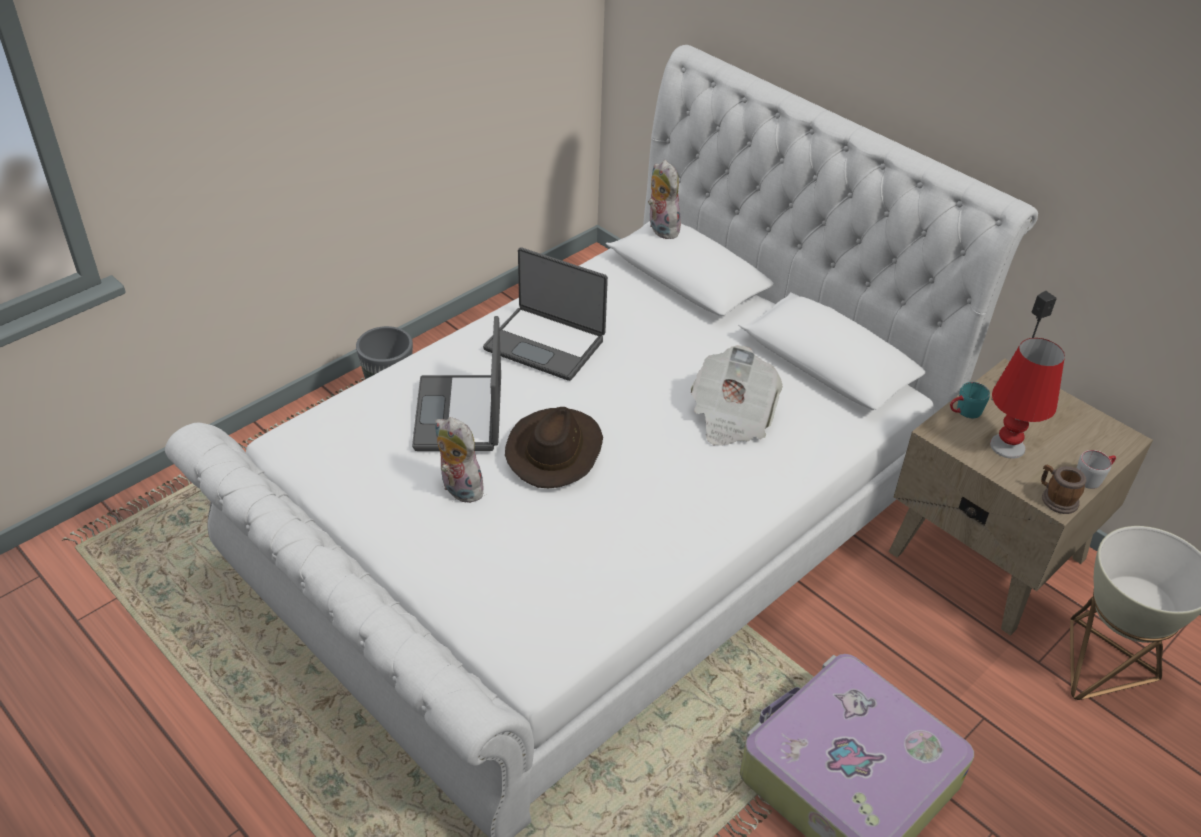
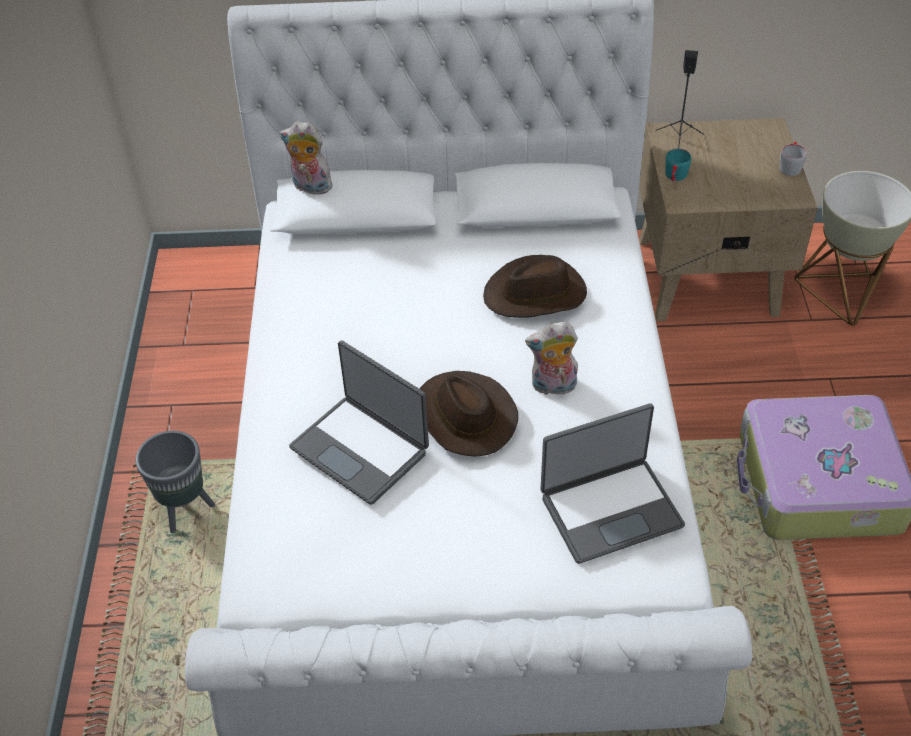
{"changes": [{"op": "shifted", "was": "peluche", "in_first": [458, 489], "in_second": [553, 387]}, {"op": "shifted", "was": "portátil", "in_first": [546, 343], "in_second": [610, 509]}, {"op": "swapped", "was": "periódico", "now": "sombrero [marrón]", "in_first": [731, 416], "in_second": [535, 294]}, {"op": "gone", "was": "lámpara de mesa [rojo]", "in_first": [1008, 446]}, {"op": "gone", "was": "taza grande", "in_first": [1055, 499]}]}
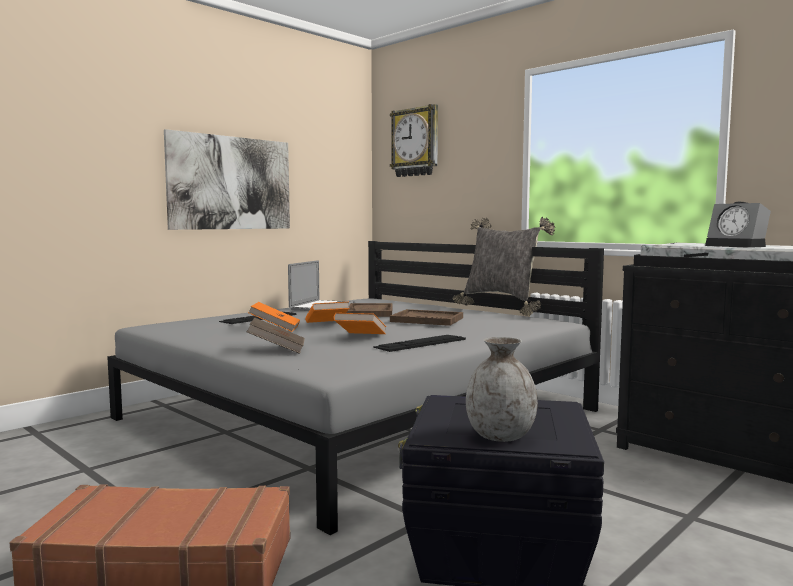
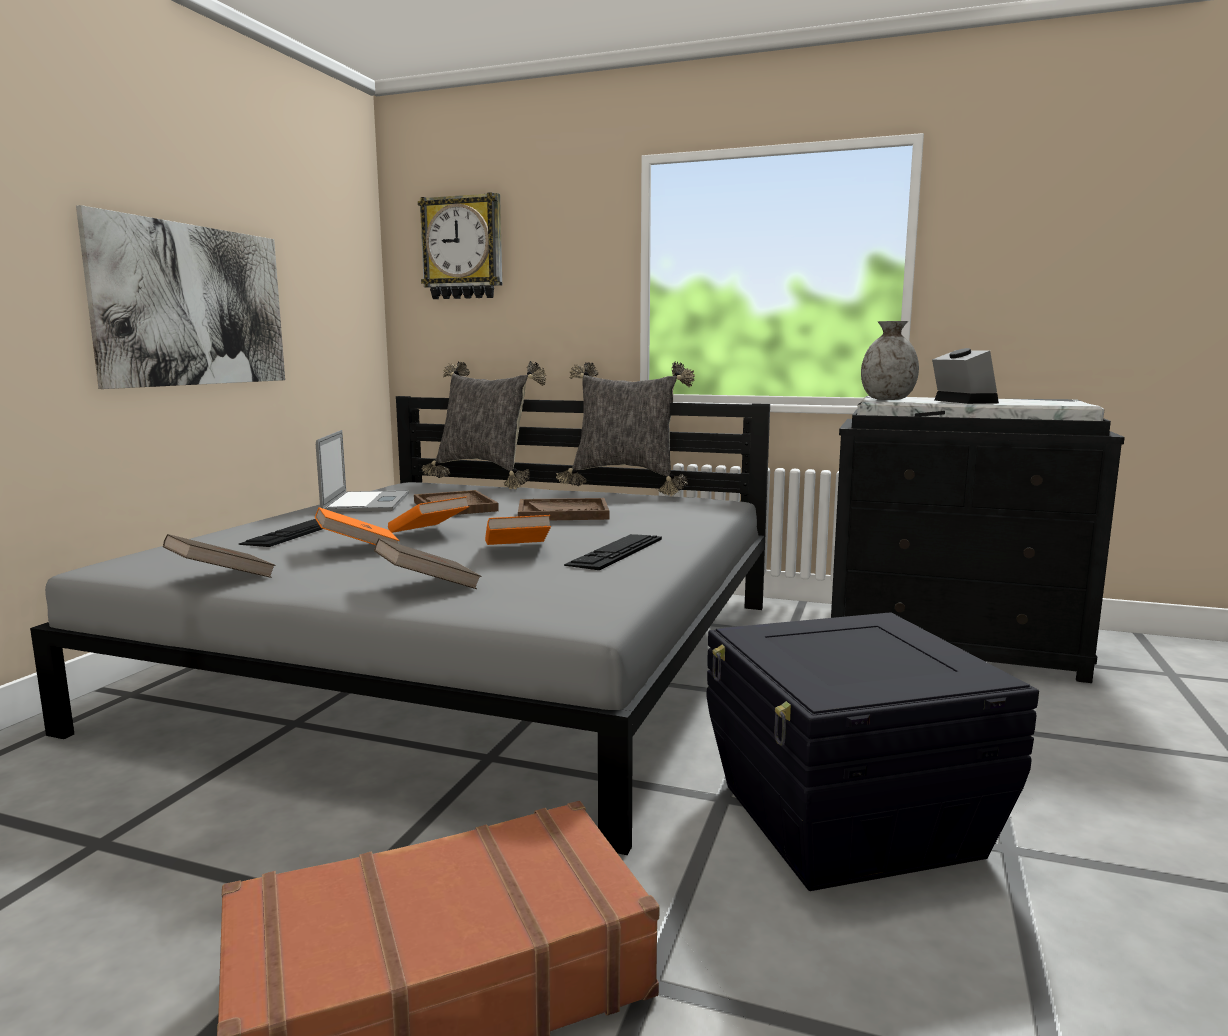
{"changes": [{"op": "shifted", "was": "florero [gris]", "in_first": [501, 436], "in_second": [887, 399]}, {"op": "rotated", "was": "despertador", "in_first": [738, 246], "in_second": [961, 401], "clockwise": -135}, {"op": "new", "now": "libro [marrón]", "in_second": [221, 578]}, {"op": "new", "now": "cojín", "in_second": [487, 483]}]}
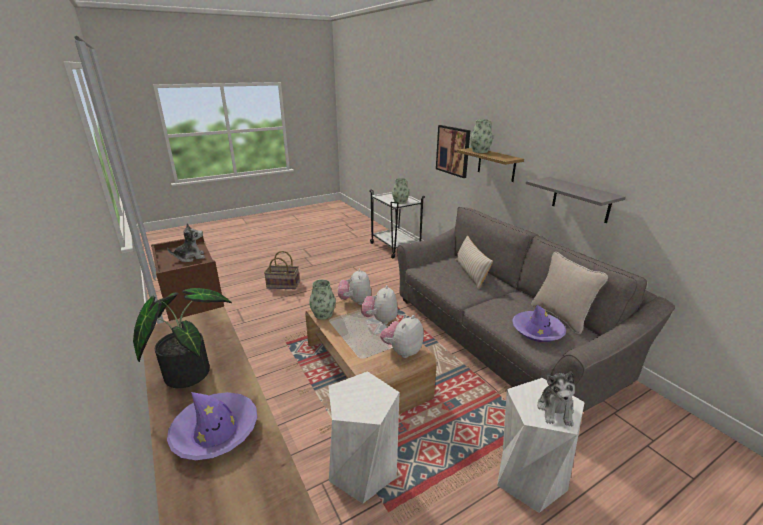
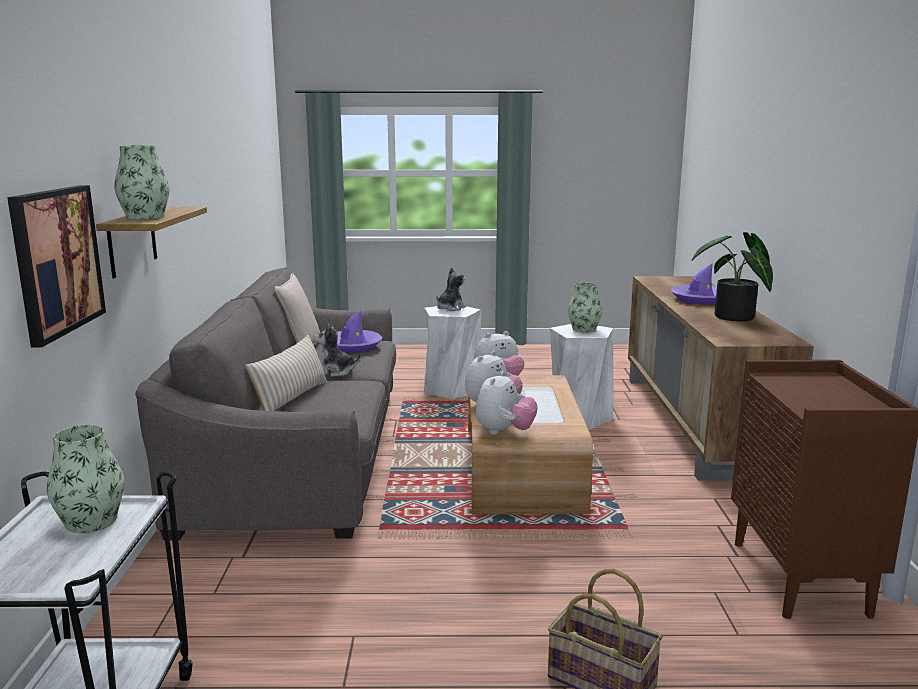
{"changes": [{"op": "shifted", "was": "peluche", "in_first": [190, 257], "in_second": [336, 372]}, {"op": "shifted", "was": "florero", "in_first": [323, 314], "in_second": [584, 329]}, {"op": "gone", "was": "estante [gris]", "in_first": [581, 200]}]}
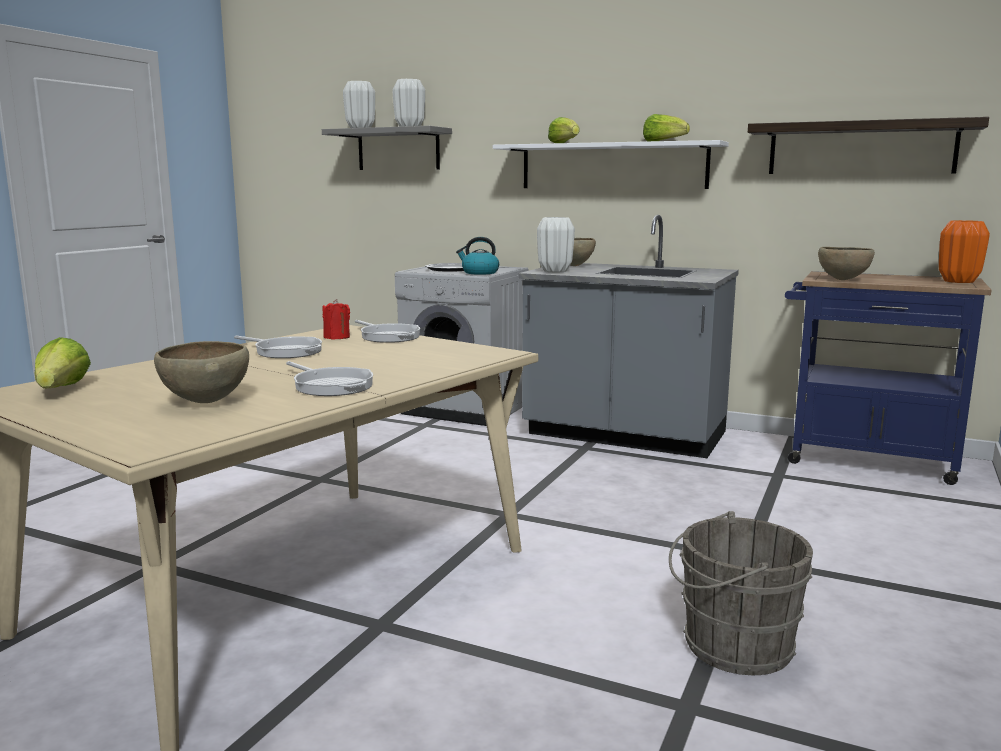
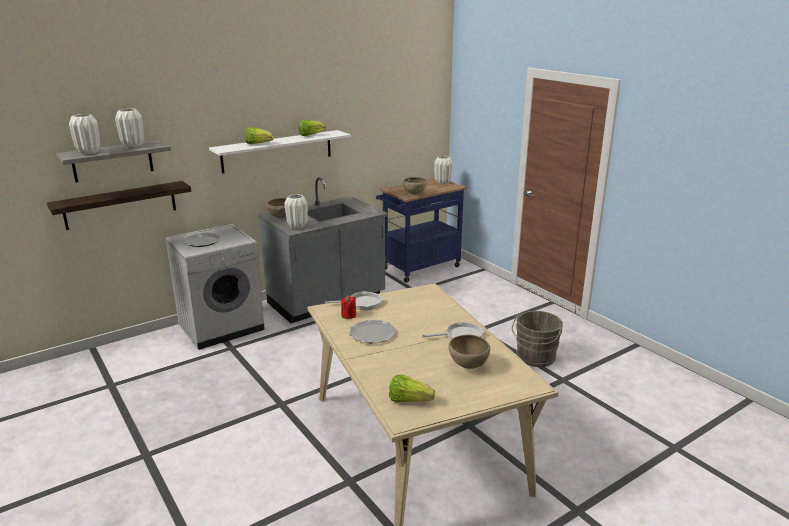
{"changes": [{"op": "swapped", "was": "sartén", "now": "plato", "in_first": [285, 351], "in_second": [372, 333]}, {"op": "gone", "was": "hervidor", "in_first": [479, 273]}, {"op": "shifted", "was": "estante", "in_first": [860, 148], "in_second": [120, 205]}, {"op": "repainted", "was": "florero [naranja]", "now": "florero [blanco]", "in_first": [959, 281], "in_second": [443, 182]}]}
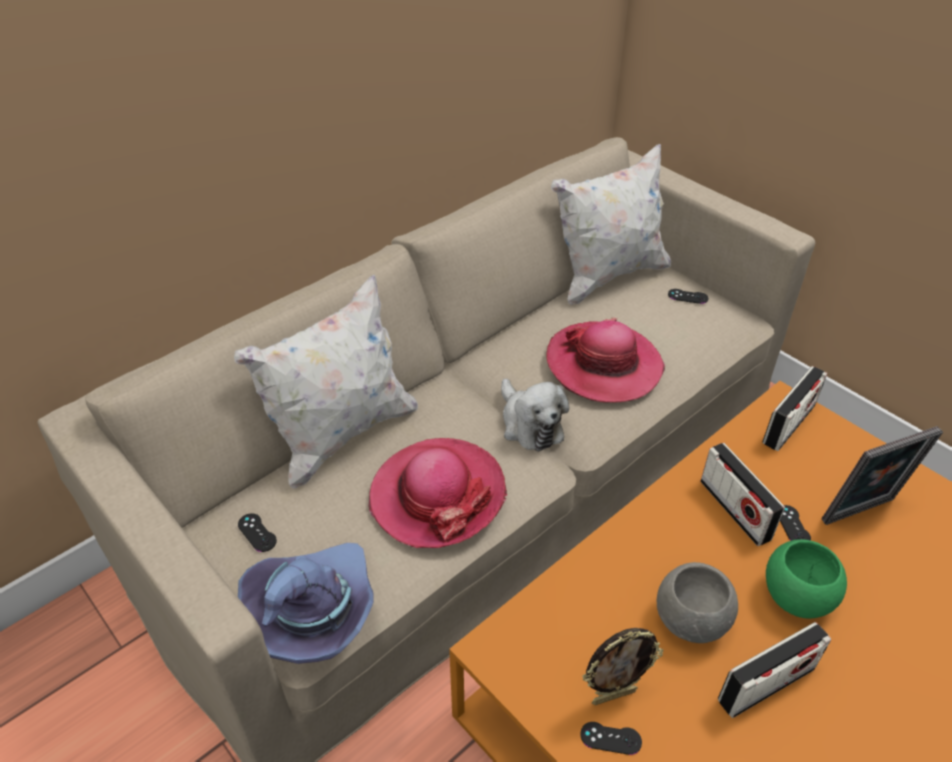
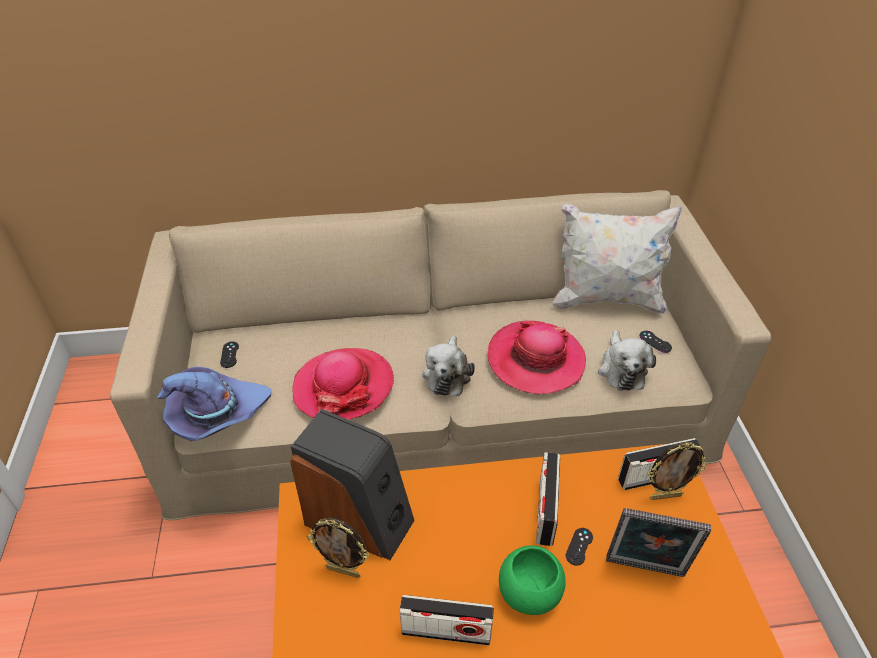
{"changes": [{"op": "gone", "was": "cojín [blanco]", "in_first": [342, 435]}, {"op": "gone", "was": "mando de consola [negro]", "in_first": [610, 738]}, {"op": "gone", "was": "cuenco [gris]", "in_first": [692, 619]}, {"op": "new", "now": "altavoz", "in_second": [360, 519]}, {"op": "new", "now": "peluche", "in_second": [622, 369]}, {"op": "new", "now": "portarretratos", "in_second": [665, 496]}]}
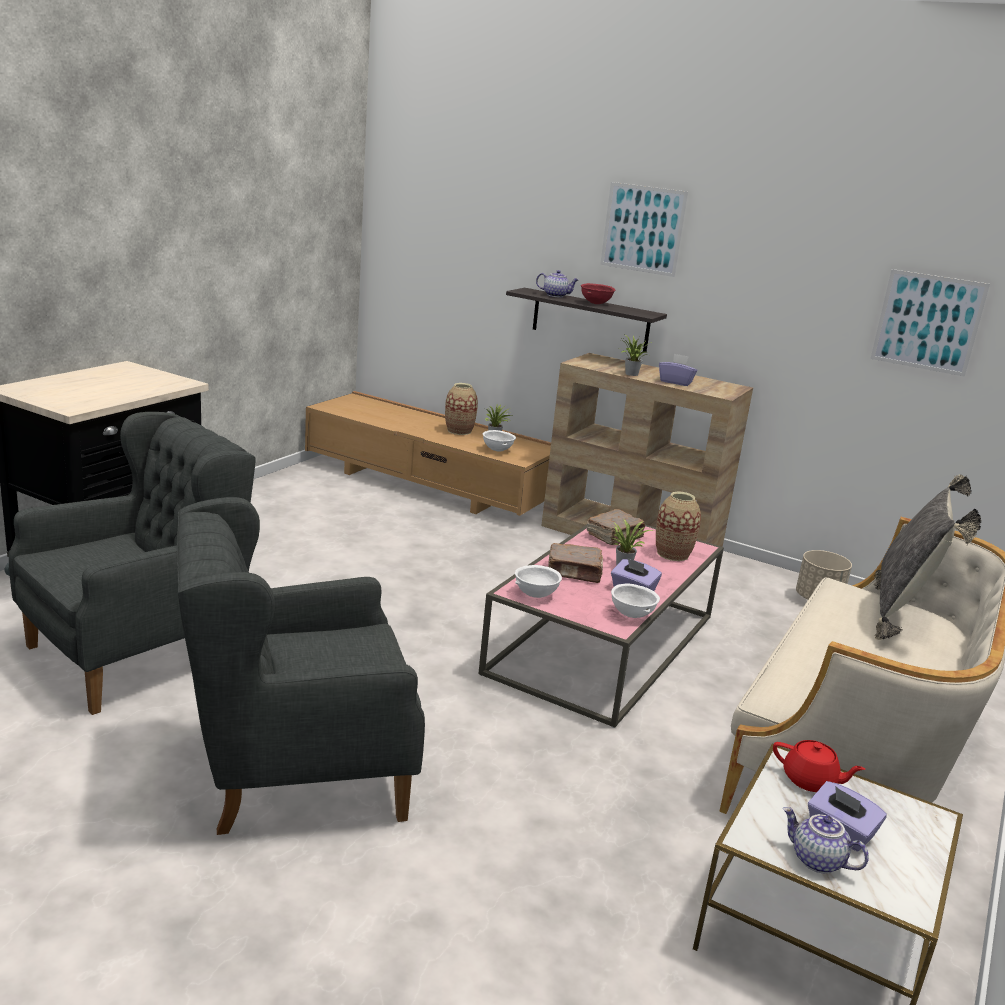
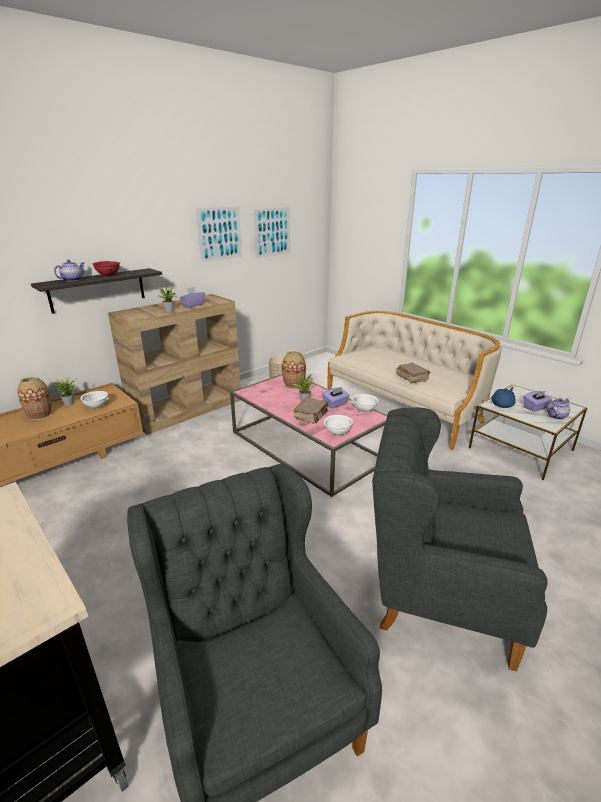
{"changes": [{"op": "rotated", "was": "sillón [gris]", "in_first": [298, 773], "in_second": [440, 598], "clockwise": 105}, {"op": "shifted", "was": "libro [marrón]", "in_first": [615, 537], "in_second": [411, 378]}, {"op": "shifted", "was": "cuadro", "in_first": [643, 229], "in_second": [219, 233]}, {"op": "repainted", "was": "tetera [rojo]", "now": "tetera [azul]", "in_first": [810, 781], "in_second": [502, 404]}, {"op": "gone", "was": "cojín", "in_first": [905, 621]}]}
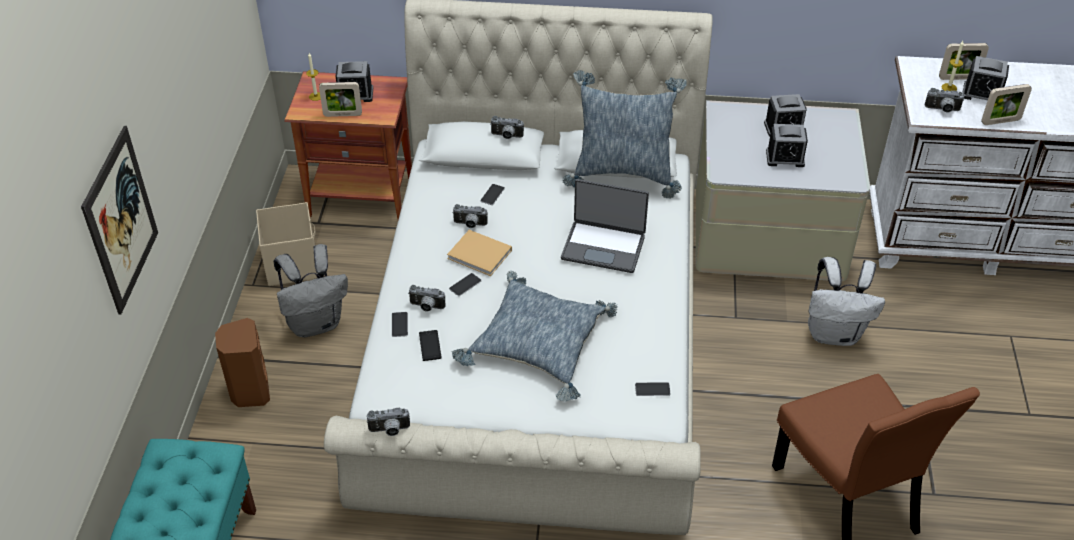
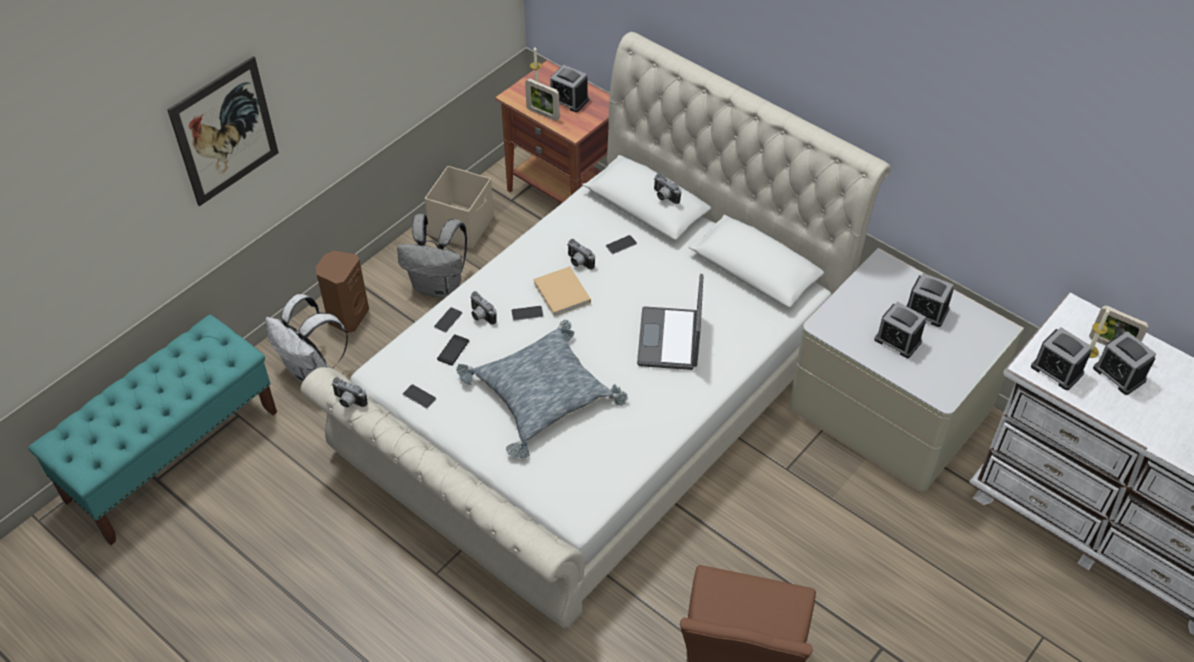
{"changes": [{"op": "rotated", "was": "portátil", "in_first": [603, 246], "in_second": [670, 339], "clockwise": 45}, {"op": "gone", "was": "cojín", "in_first": [622, 180]}, {"op": "shifted", "was": "móvil", "in_first": [652, 389], "in_second": [419, 396]}, {"op": "shifted", "was": "mochila [blanco]", "in_first": [835, 333], "in_second": [312, 371]}, {"op": "swapped", "was": "cámara", "now": "despertador", "in_first": [942, 110], "in_second": [1056, 370]}, {"op": "gone", "was": "portarretratos", "in_first": [1000, 121]}]}
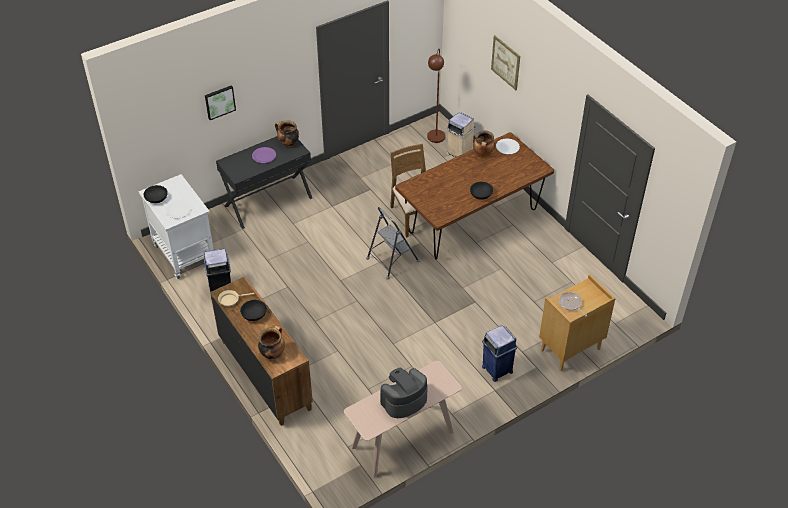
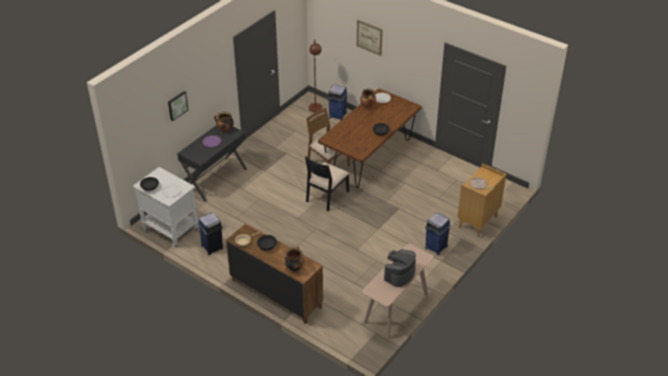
{"changes": [{"op": "swapped", "was": "escalera de tijera [gris]", "now": "silla [negro]", "in_first": [391, 260], "in_second": [326, 196]}, {"op": "repainted", "was": "papelera [beis]", "now": "papelera [azul]", "in_first": [459, 153], "in_second": [337, 115]}]}
